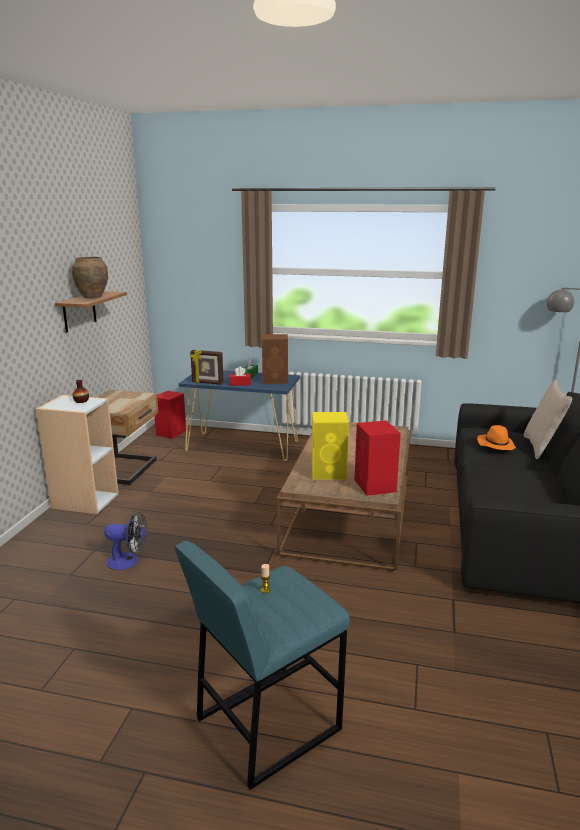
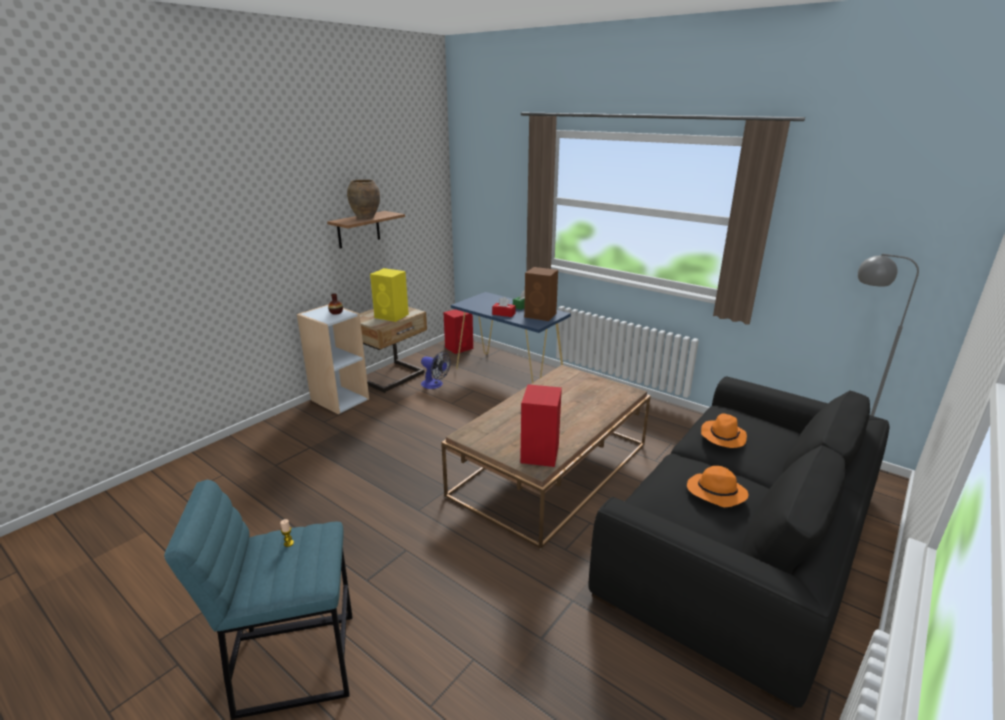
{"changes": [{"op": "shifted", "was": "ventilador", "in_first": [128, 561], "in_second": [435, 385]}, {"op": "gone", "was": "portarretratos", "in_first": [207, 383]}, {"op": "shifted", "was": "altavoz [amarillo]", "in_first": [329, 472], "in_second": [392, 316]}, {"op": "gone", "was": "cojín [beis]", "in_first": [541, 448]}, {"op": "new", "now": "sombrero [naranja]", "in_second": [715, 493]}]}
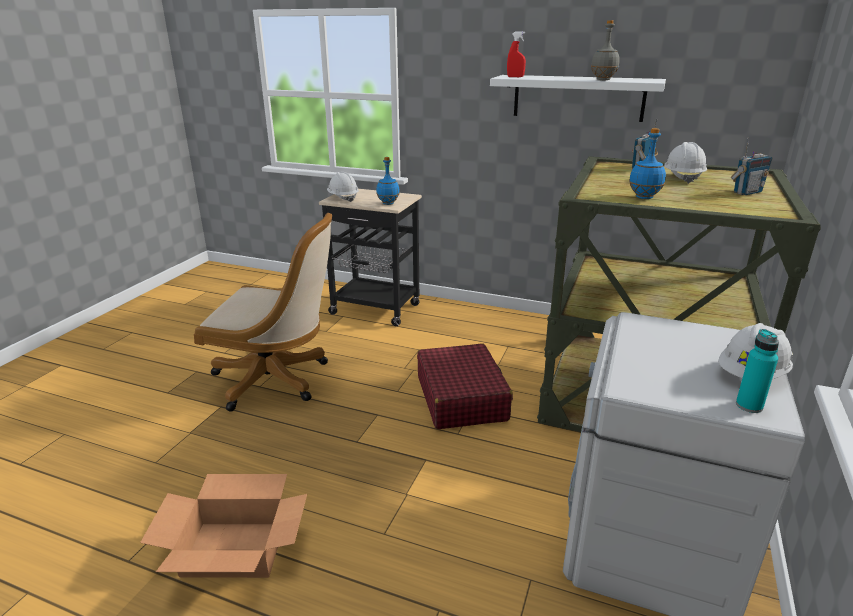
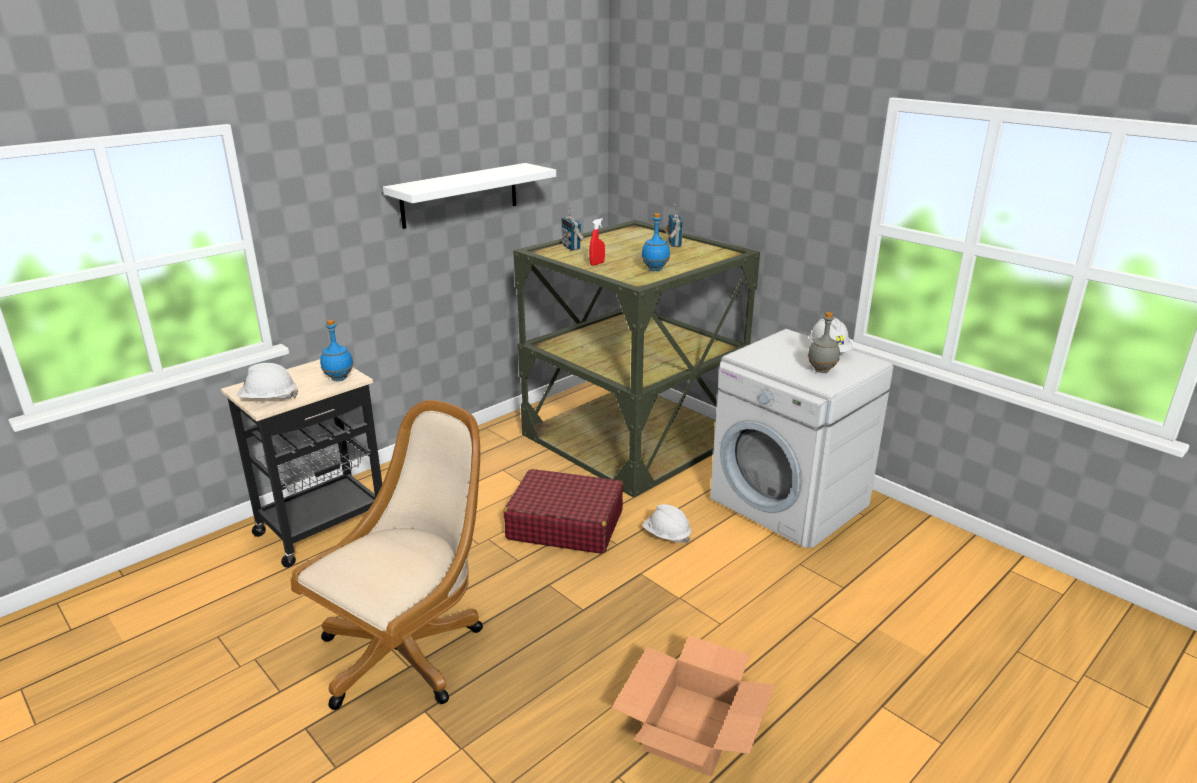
{"changes": [{"op": "shifted", "was": "pulverizador [rojo]", "in_first": [515, 77], "in_second": [597, 264]}, {"op": "shifted", "was": "botella [gris]", "in_first": [603, 80], "in_second": [821, 370]}, {"op": "shifted", "was": "casco [blanco]", "in_first": [682, 178], "in_second": [666, 535]}, {"op": "gone", "was": "botella [turquesa]", "in_first": [749, 406]}]}
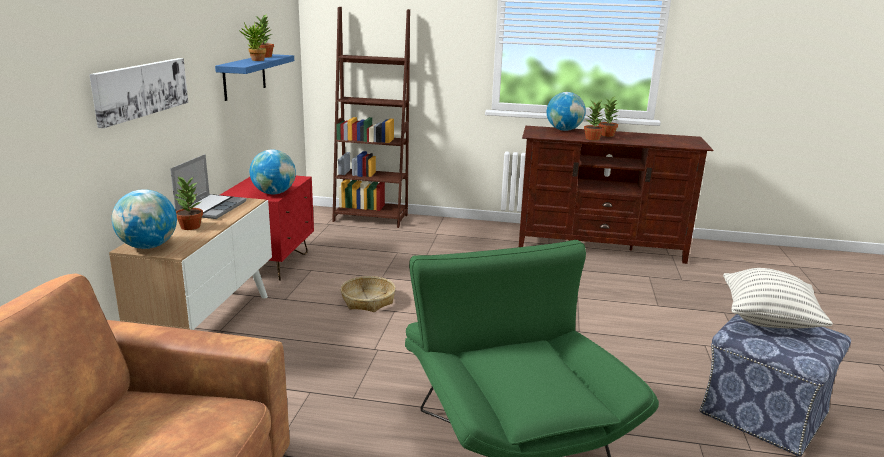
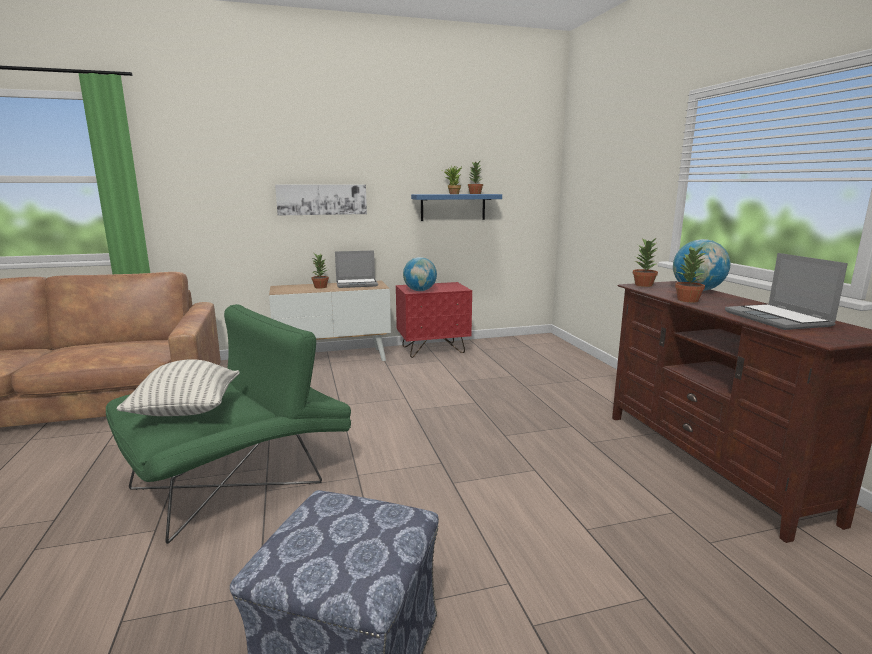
{"changes": [{"op": "gone", "was": "globo terráqueo", "in_first": [148, 246]}, {"op": "gone", "was": "estantería [marrón]", "in_first": [371, 218]}, {"op": "gone", "was": "cesta", "in_first": [368, 301]}, {"op": "shifted", "was": "planta en maceta", "in_first": [607, 135], "in_second": [644, 285]}, {"op": "shifted", "was": "cojín", "in_first": [768, 320], "in_second": [186, 412]}, {"op": "new", "now": "portátil", "in_second": [779, 319]}]}
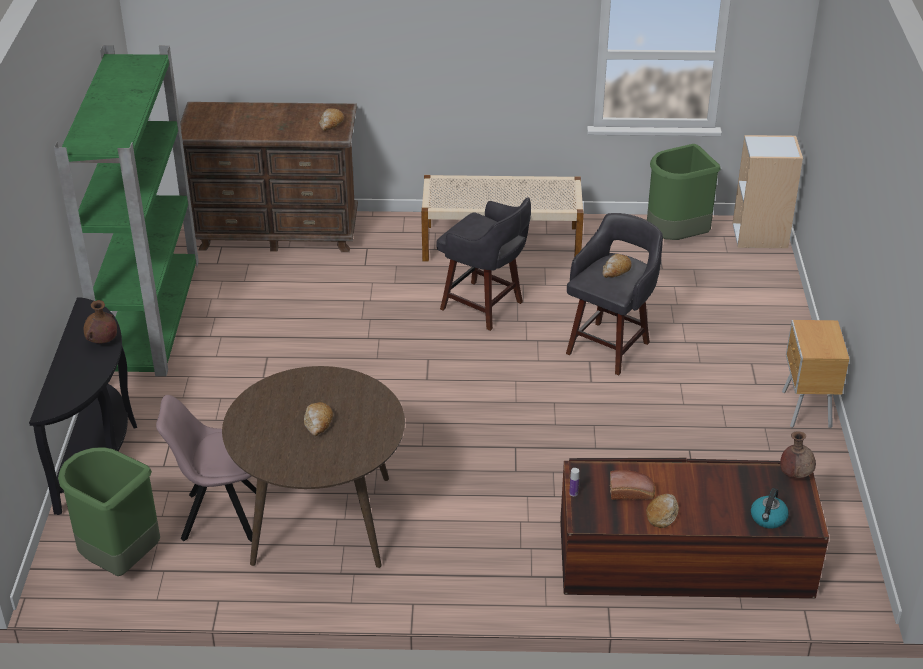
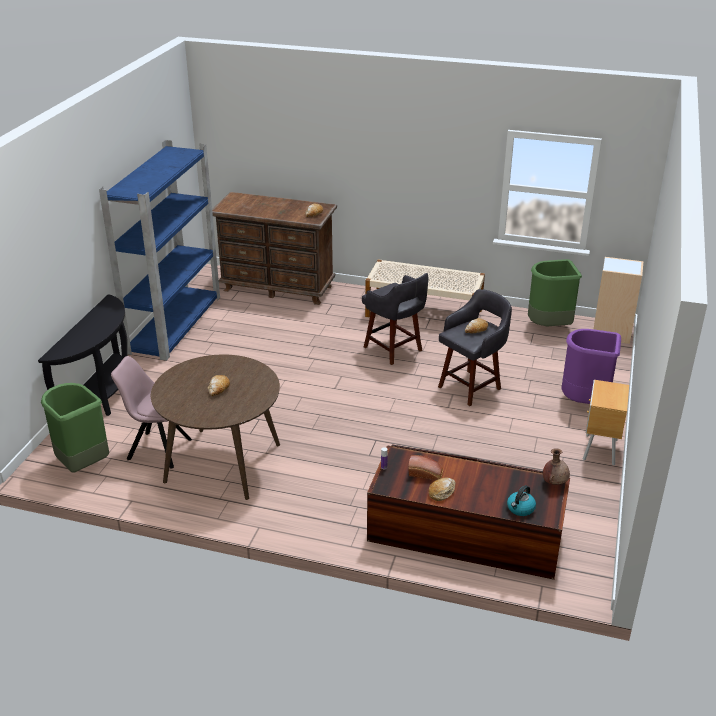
{"changes": [{"op": "repainted", "was": "estantería [verde]", "now": "estantería [azul]", "in_first": [151, 315], "in_second": [175, 324]}, {"op": "gone", "was": "florero [marrón]", "in_first": [102, 341]}, {"op": "new", "now": "papelera [morado]", "in_second": [585, 402]}]}
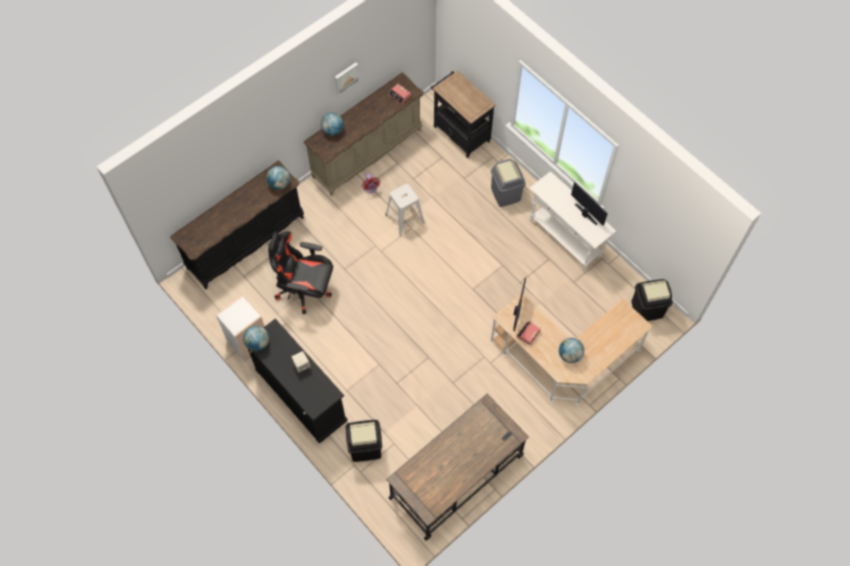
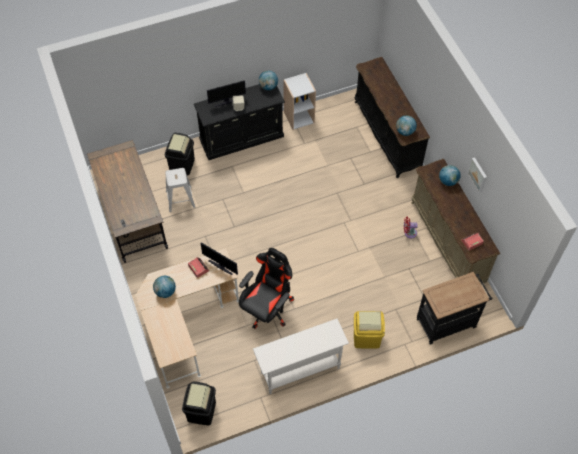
{"changes": [{"op": "shifted", "was": "silla de oficina [negro]", "in_first": [307, 291], "in_second": [266, 311]}, {"op": "shifted", "was": "taburete [blanco]", "in_first": [404, 218], "in_second": [180, 199]}, {"op": "repainted", "was": "papelera [gris]", "now": "papelera [amarillo]", "in_first": [505, 194], "in_second": [366, 337]}, {"op": "shifted", "was": "monitor", "in_first": [585, 214], "in_second": [227, 102]}]}
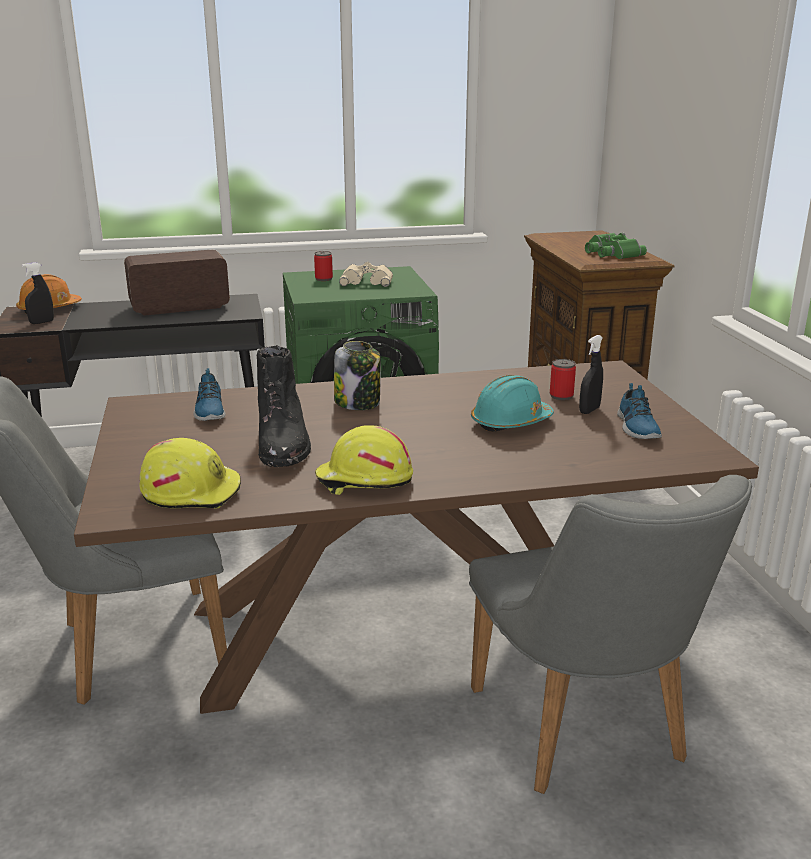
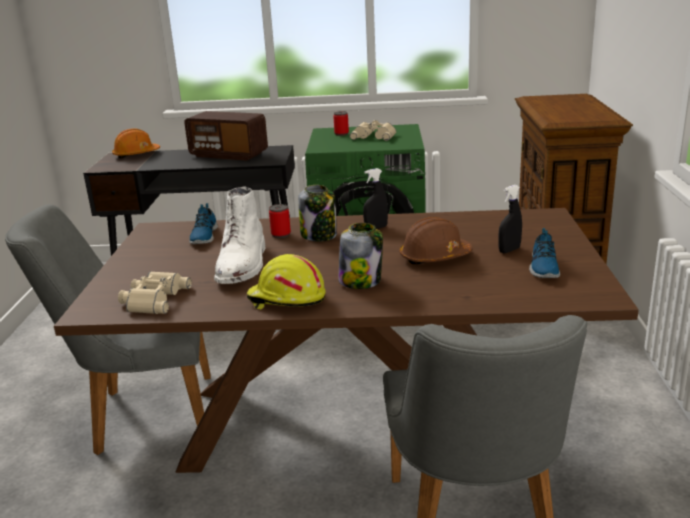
{"changes": [{"op": "shifted", "was": "pulverizador [negro]", "in_first": [42, 322], "in_second": [376, 228]}, {"op": "rotated", "was": "radio", "in_first": [180, 307], "in_second": [229, 155], "clockwise": -150}, {"op": "swapped", "was": "casco [amarillo]", "now": "prismáticos [beis]", "in_first": [191, 491], "in_second": [153, 299]}, {"op": "repainted", "was": "bota [negro]", "now": "bota [blanco]", "in_first": [284, 443], "in_second": [243, 265]}, {"op": "repainted", "was": "casco [turquesa]", "now": "casco [marrón]", "in_first": [510, 422], "in_second": [435, 257]}, {"op": "shifted", "was": "lata", "in_first": [561, 396], "in_second": [281, 234]}, {"op": "gone", "was": "prismáticos [verde]", "in_first": [611, 253]}, {"op": "new", "now": "tarro", "in_second": [361, 281]}]}
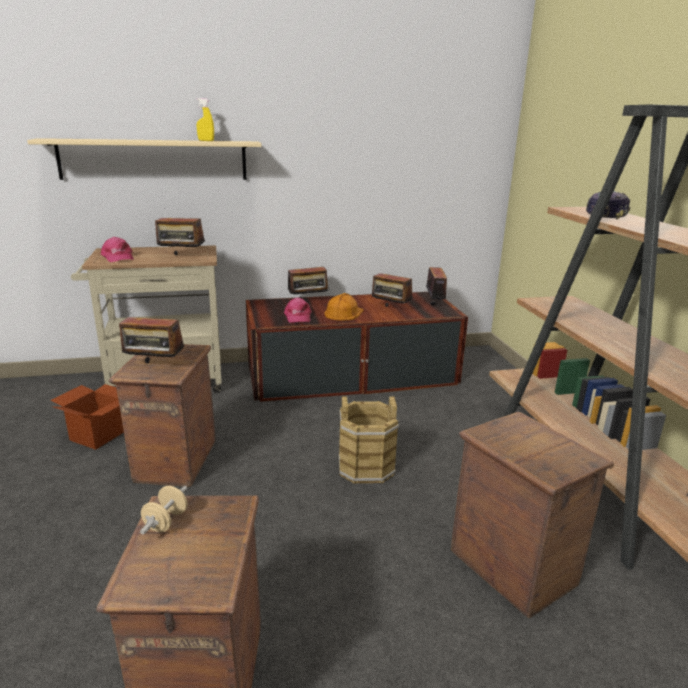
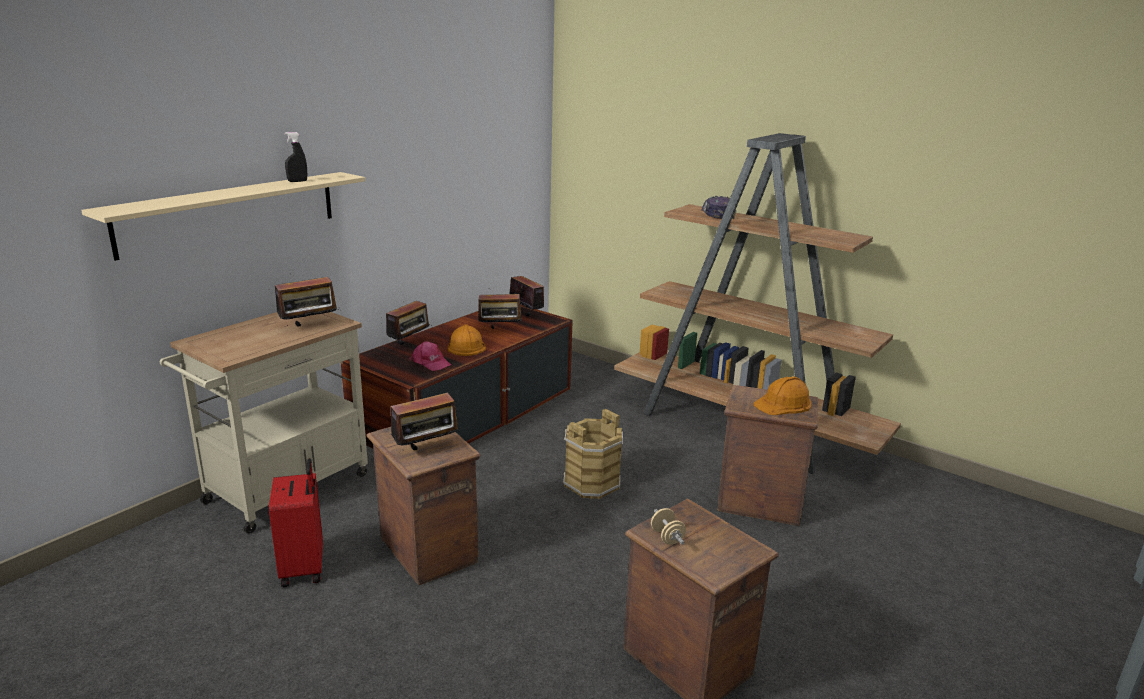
{"changes": [{"op": "swapped", "was": "caja de cartón", "now": "maleta [rojo]", "in_first": [97, 436], "in_second": [304, 568]}, {"op": "gone", "was": "gorra [rosa]", "in_first": [117, 257]}, {"op": "repainted", "was": "pulverizador [amarillo]", "now": "pulverizador [negro]", "in_first": [206, 141], "in_second": [297, 181]}, {"op": "new", "now": "casco [naranja]", "in_second": [783, 403]}]}
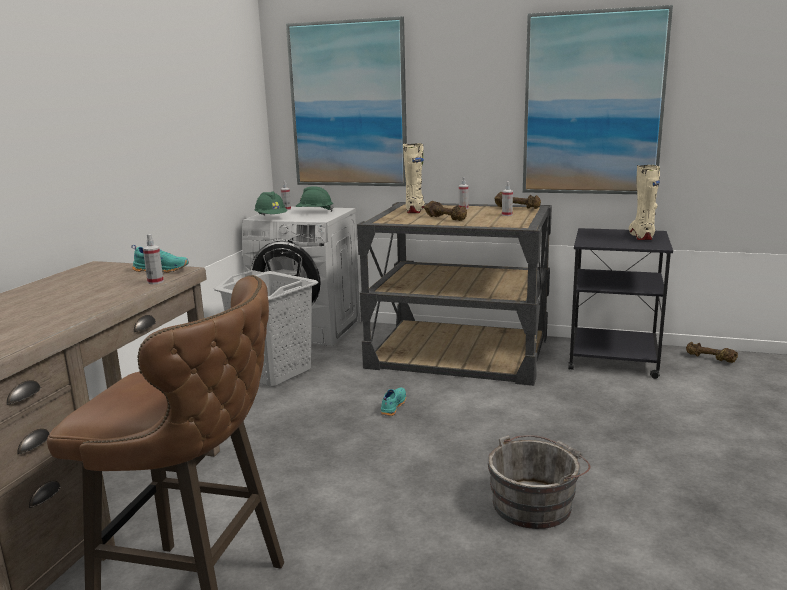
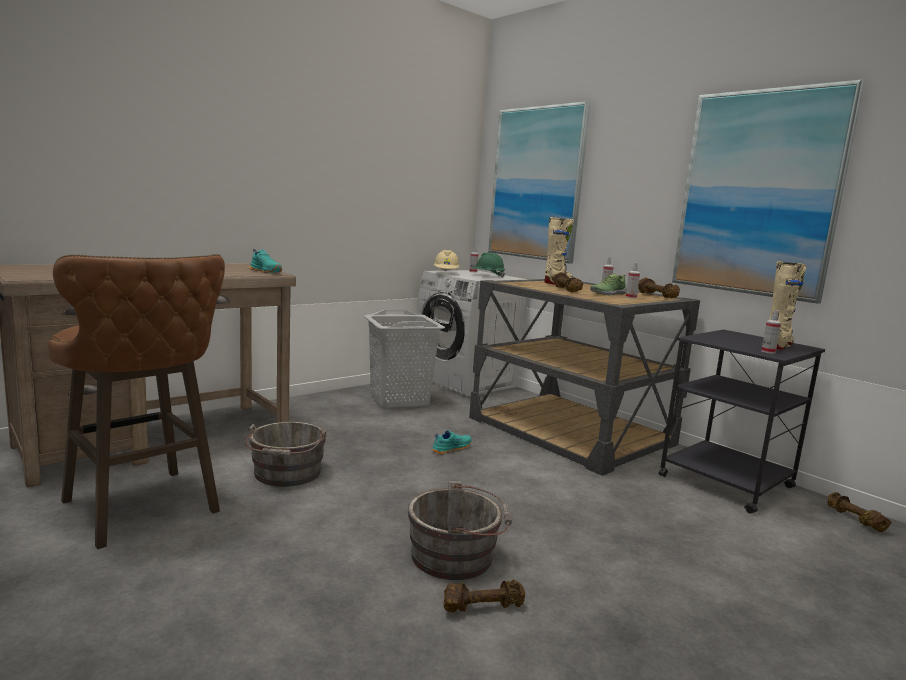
{"changes": [{"op": "shifted", "was": "pulverizador", "in_first": [155, 282], "in_second": [768, 352]}, {"op": "repainted", "was": "casco [verde]", "now": "casco [beis]", "in_first": [271, 218], "in_second": [446, 273]}, {"op": "new", "now": "cubo [gris]", "in_second": [286, 474]}, {"op": "new", "now": "mancuerna [marrón]", "in_second": [482, 607]}, {"op": "new", "now": "zapato", "in_second": [607, 294]}]}
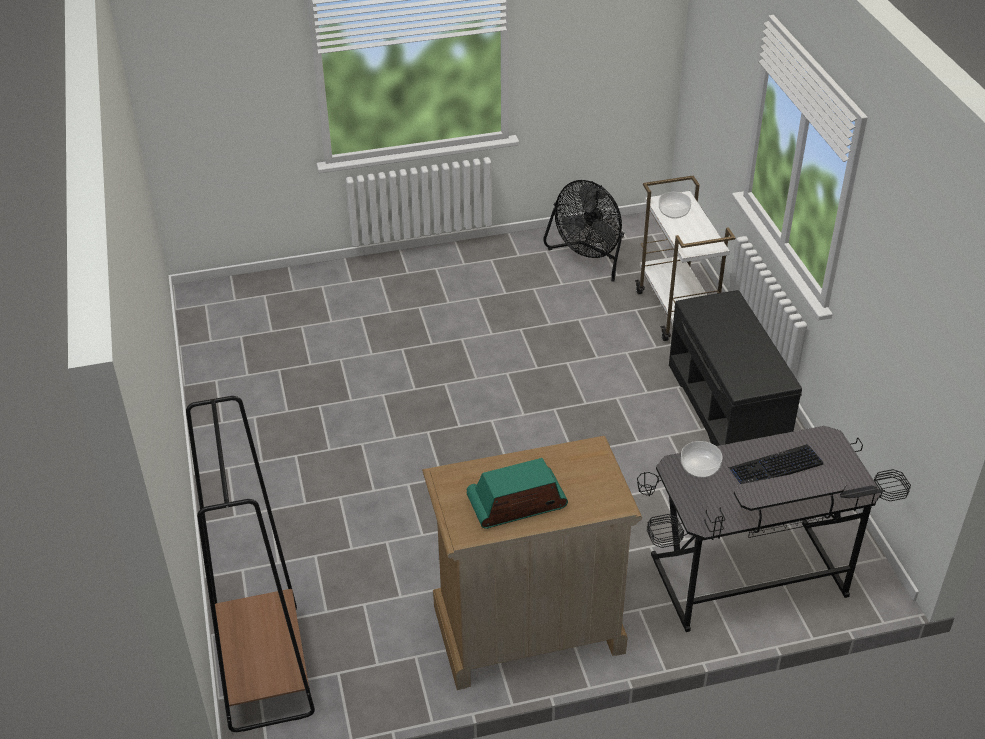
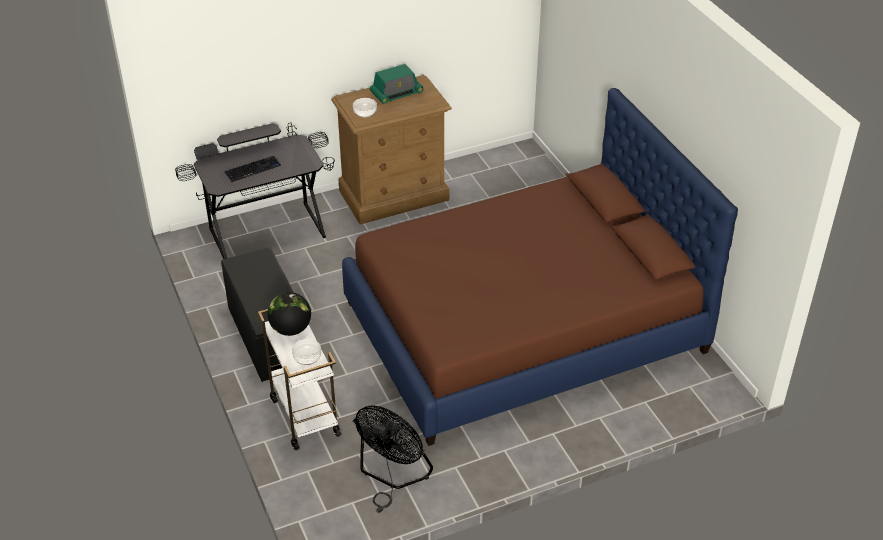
{"changes": [{"op": "gone", "was": "perchero", "in_first": [265, 670]}, {"op": "shifted", "was": "cuenco", "in_first": [700, 467], "in_second": [364, 113]}, {"op": "new", "now": "globo terráqueo", "in_second": [291, 329]}, {"op": "new", "now": "cama [marrón]", "in_second": [524, 327]}]}
